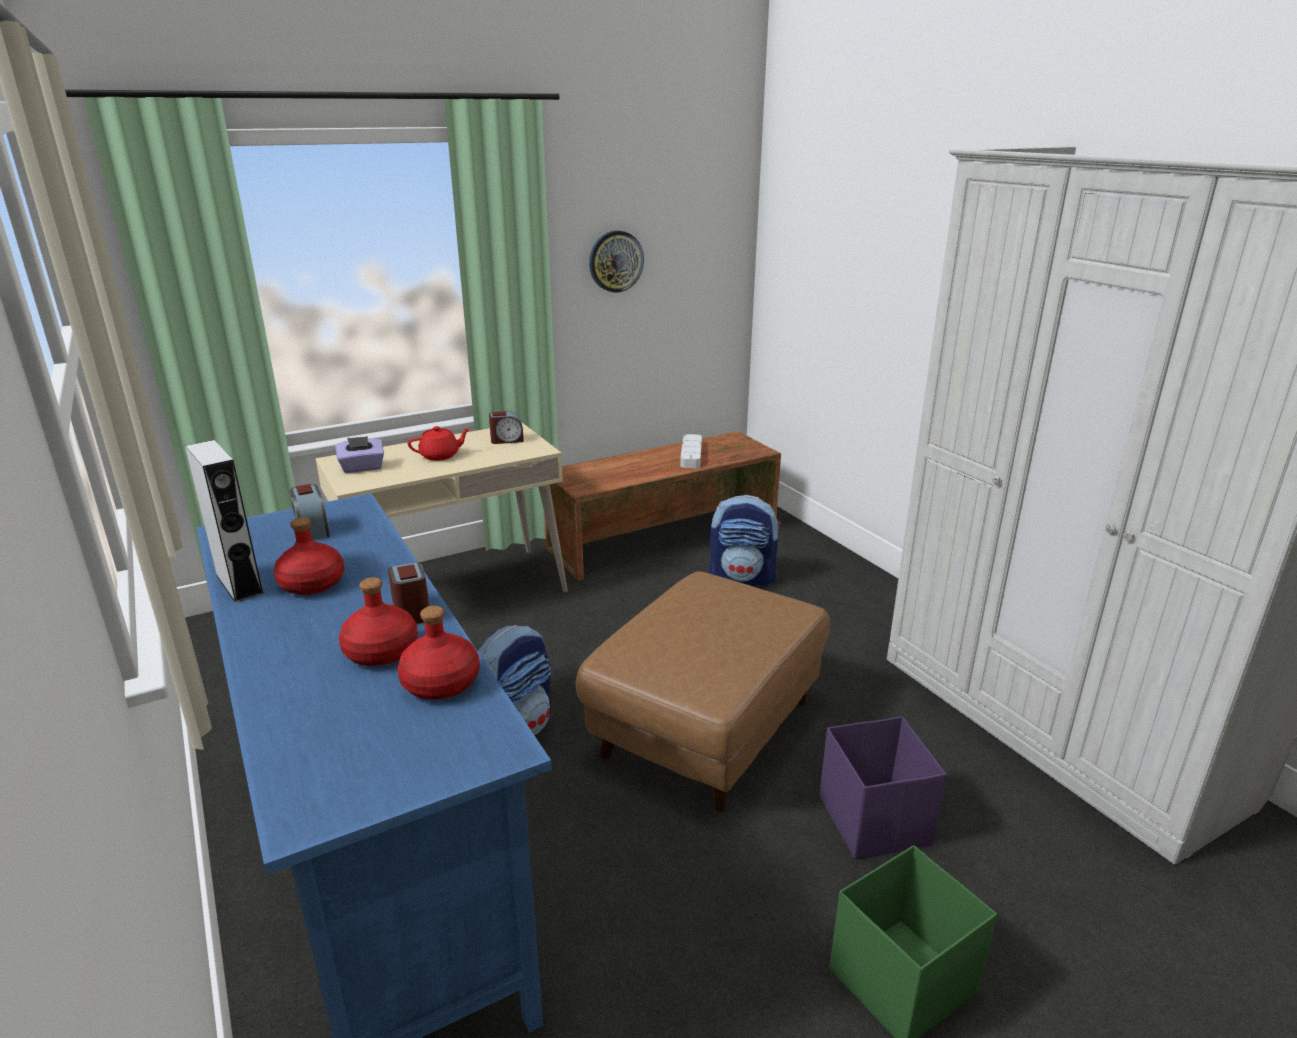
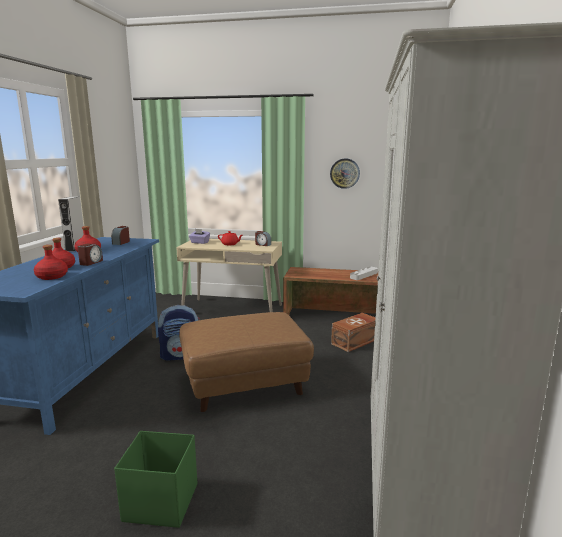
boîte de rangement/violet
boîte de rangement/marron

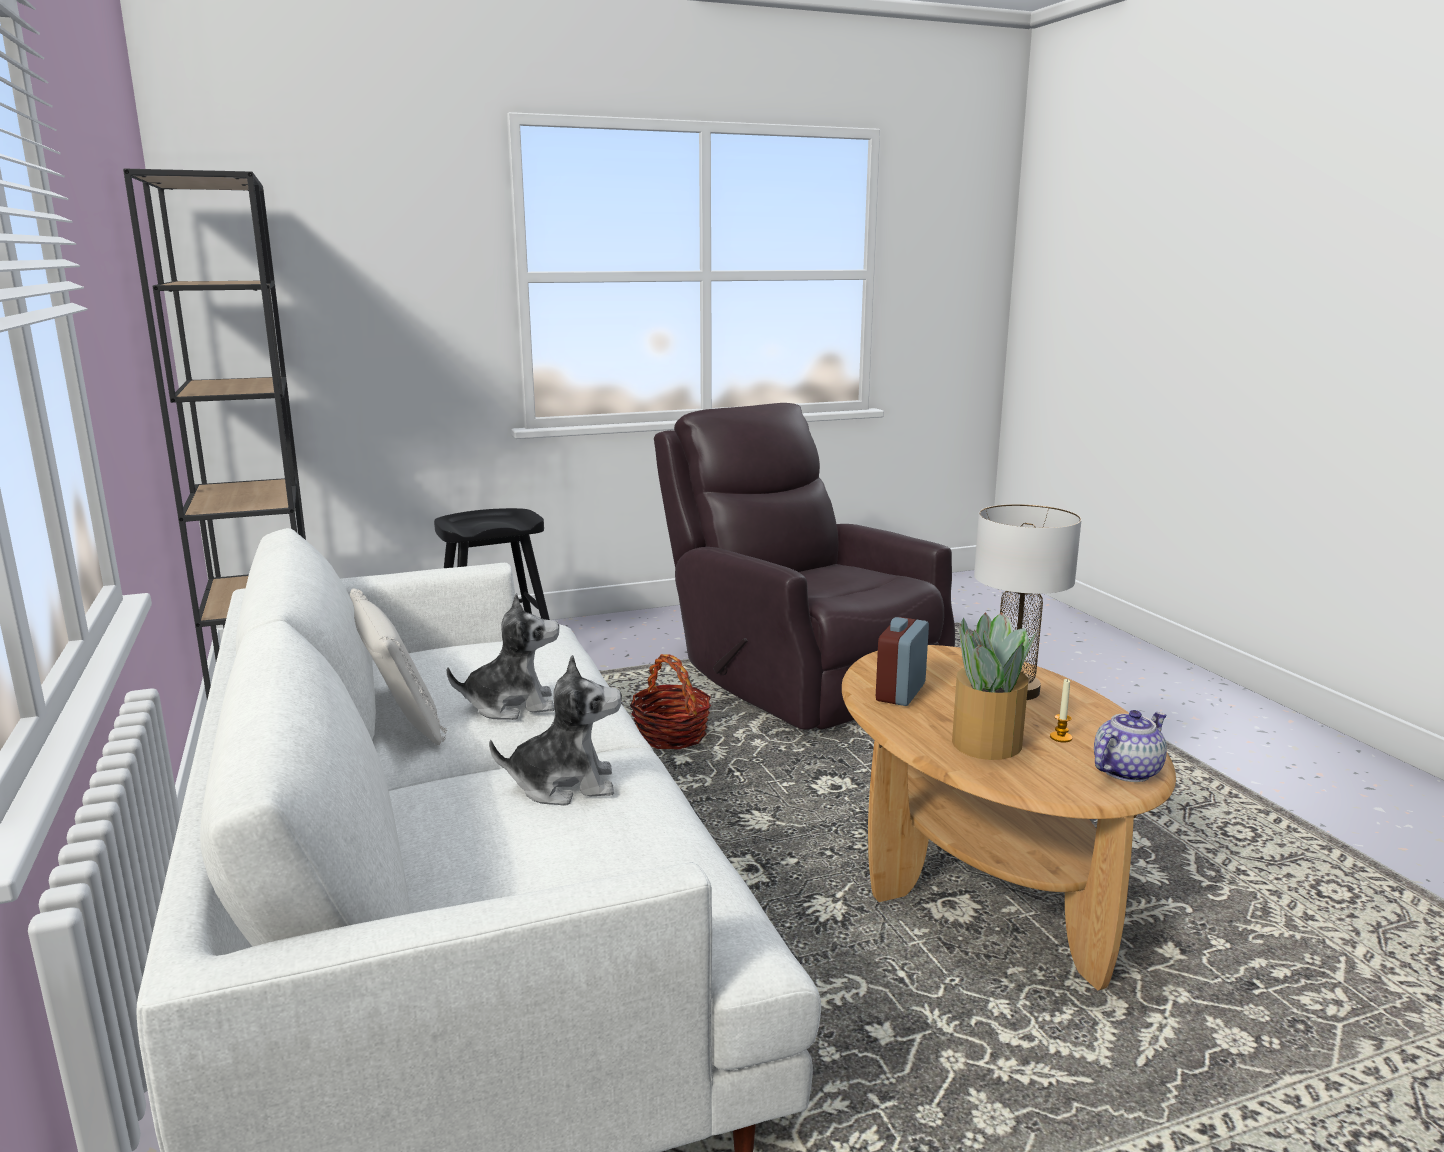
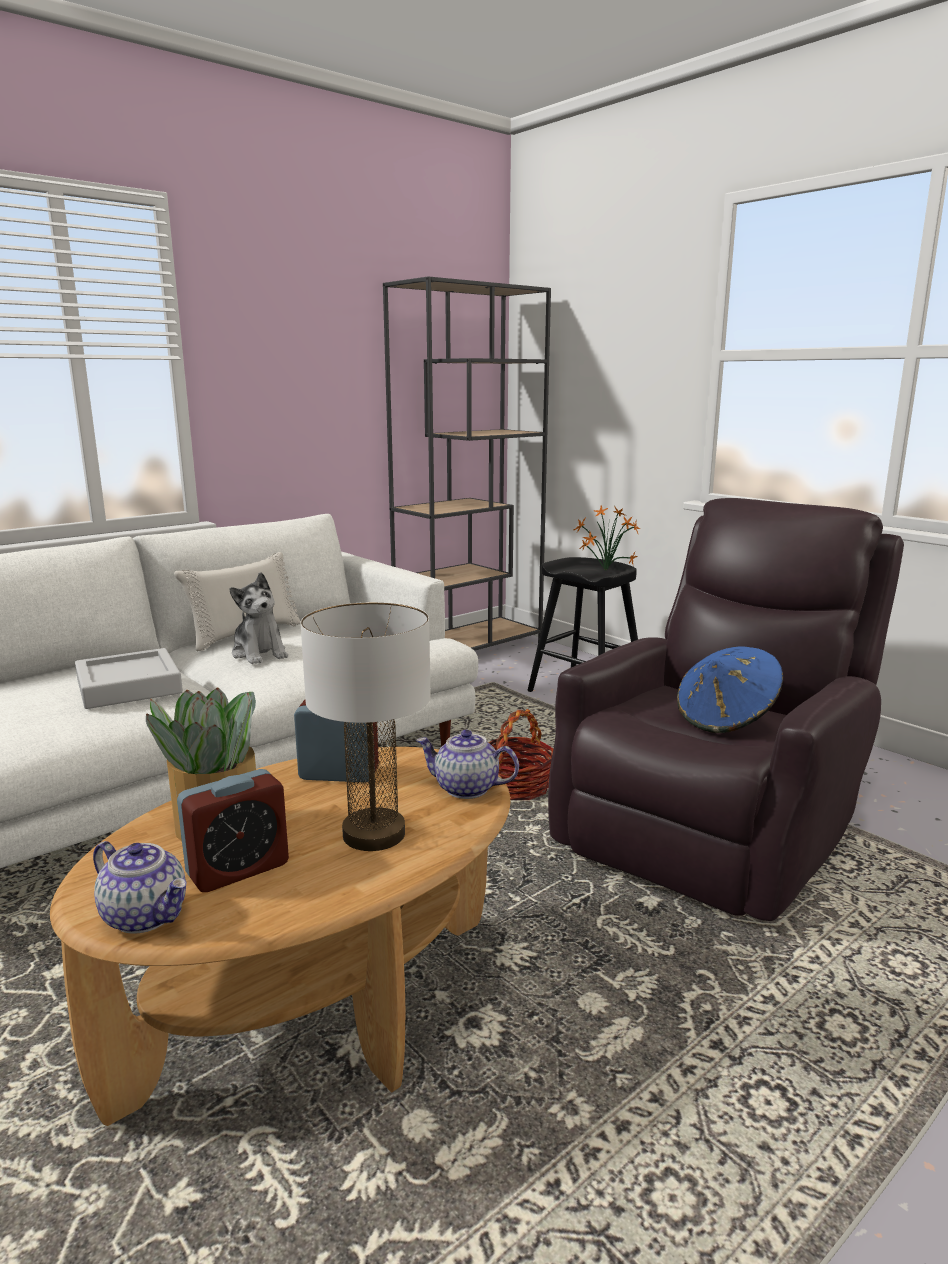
théière (2nd from left)
plante en pot (2nd from left)
chapeau/bleu
plateau/gris
réveil (1st from left)

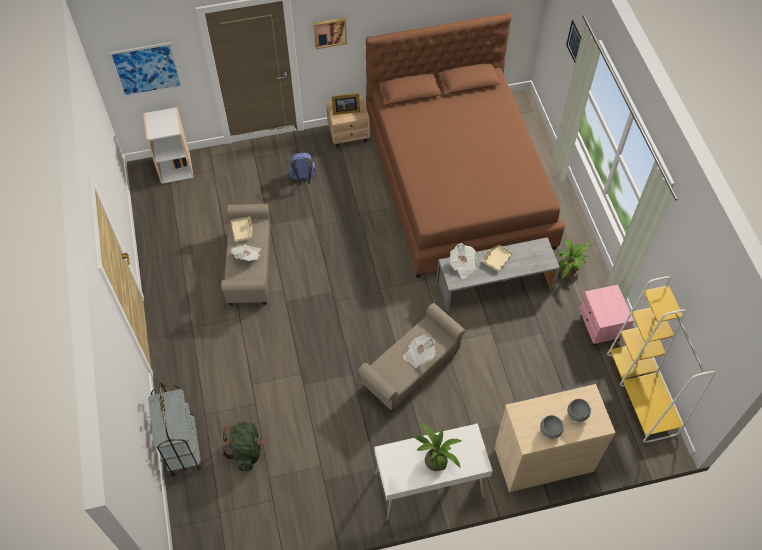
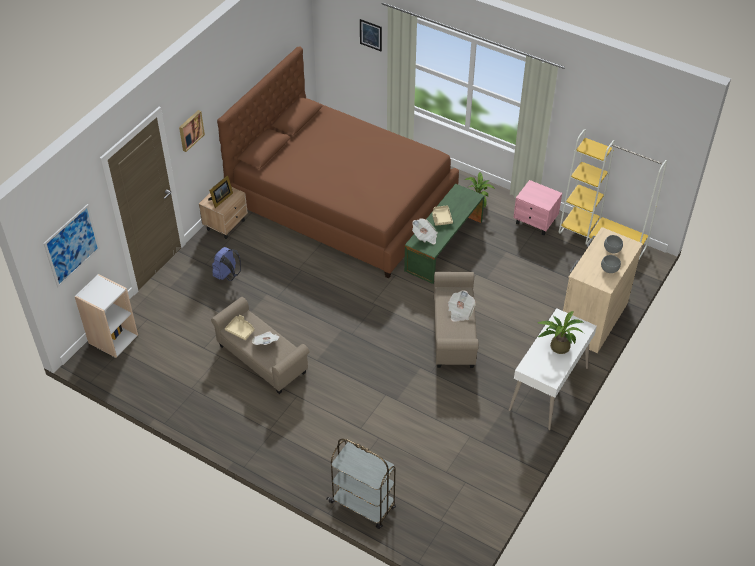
sac à dos/vert
banc/vert

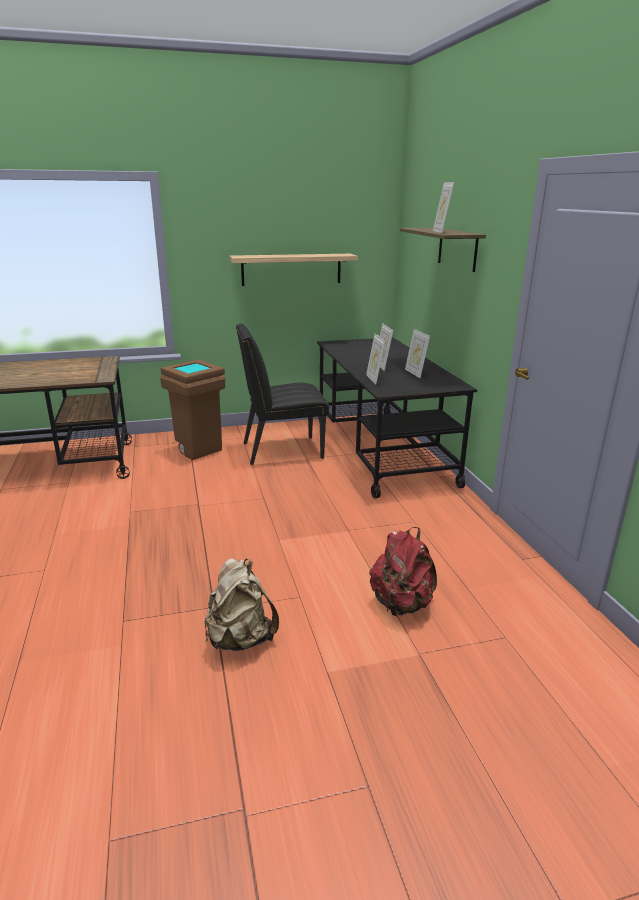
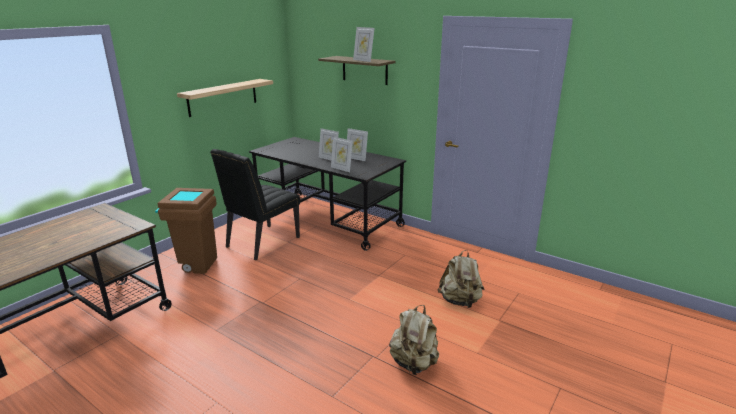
sac à dos/beige (2nd from left)

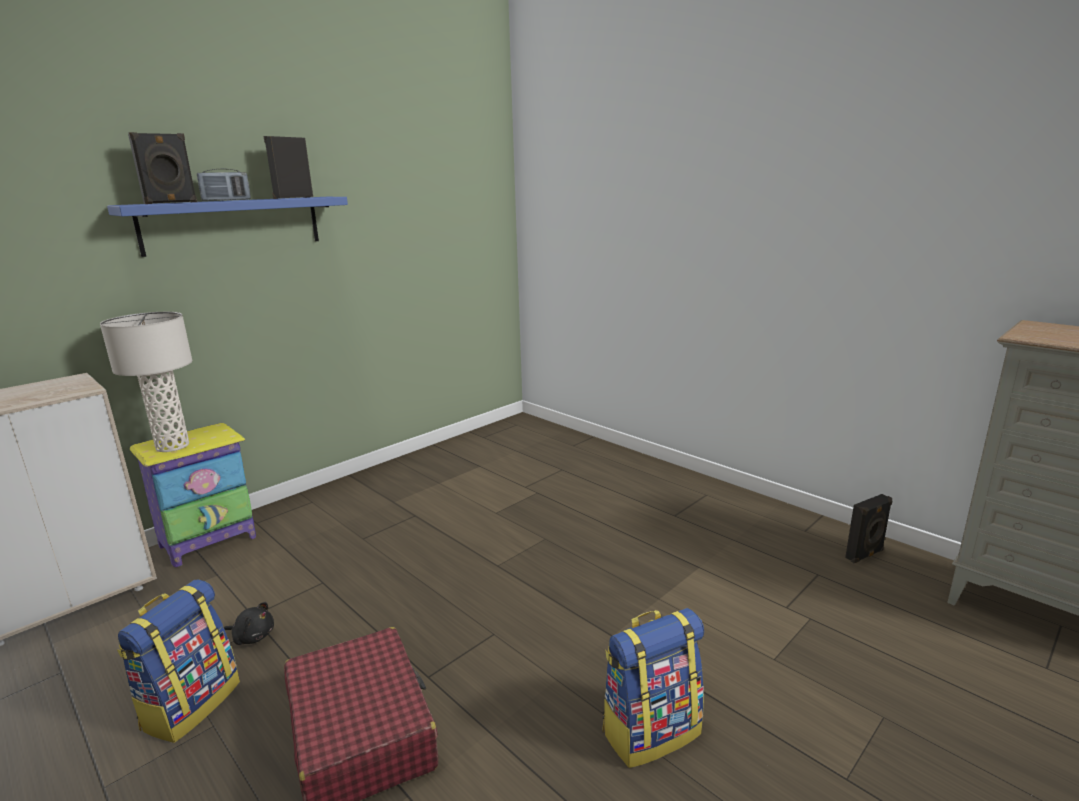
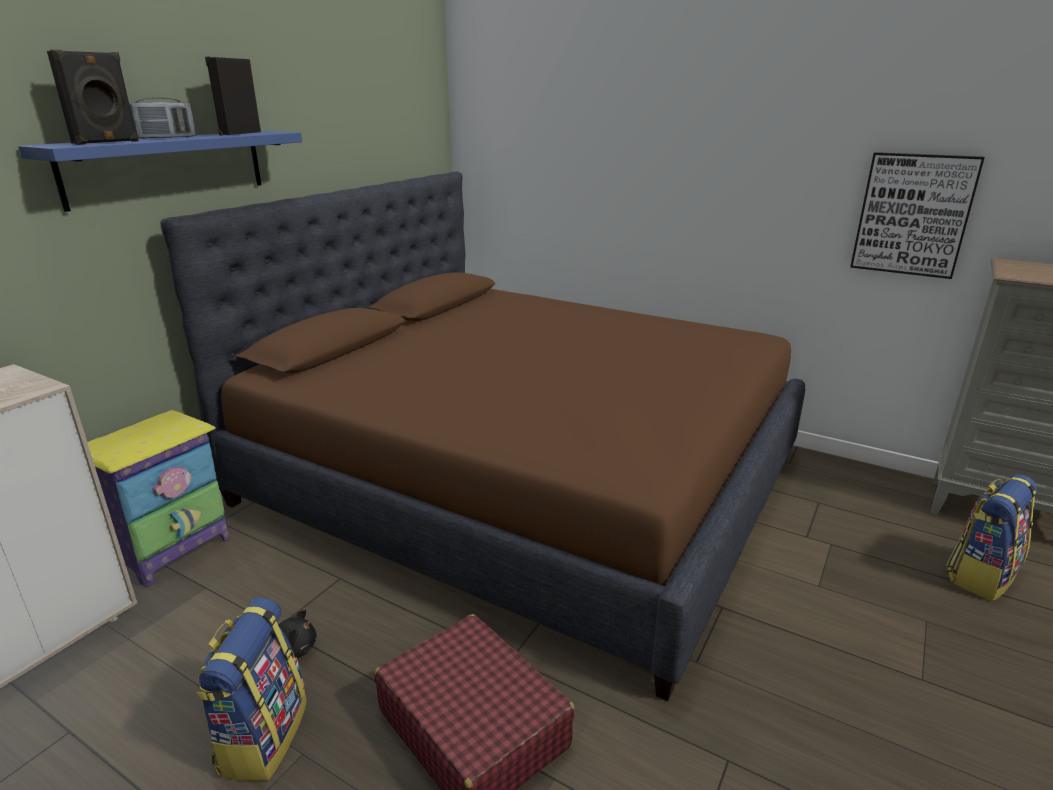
lampe de table/blanc
enceinte/noir (3rd from left in the first image)
lit/marron
tableau
sac à dos (2nd from left)

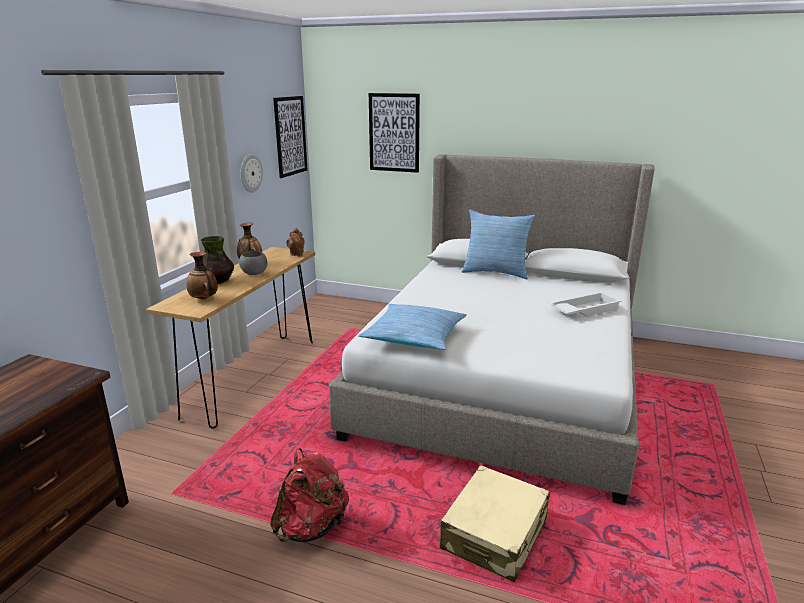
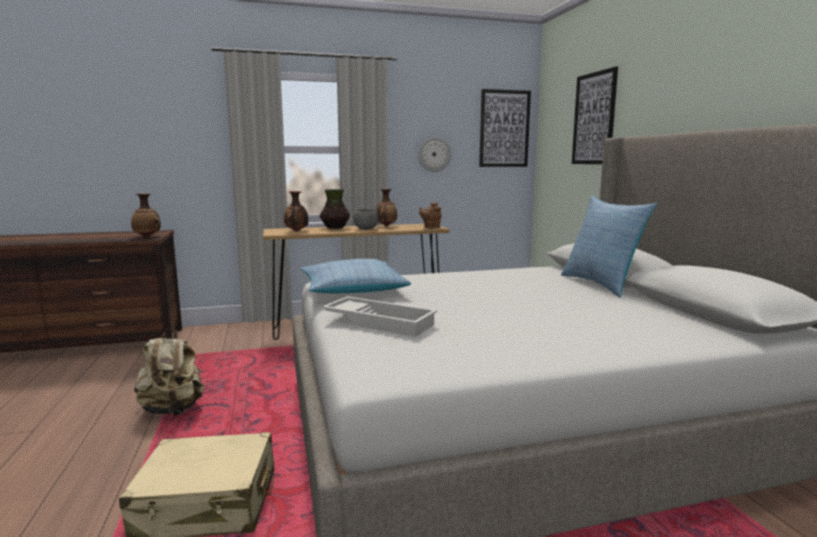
vase (1st from left)
plateau/blanc
sac à dos/beige

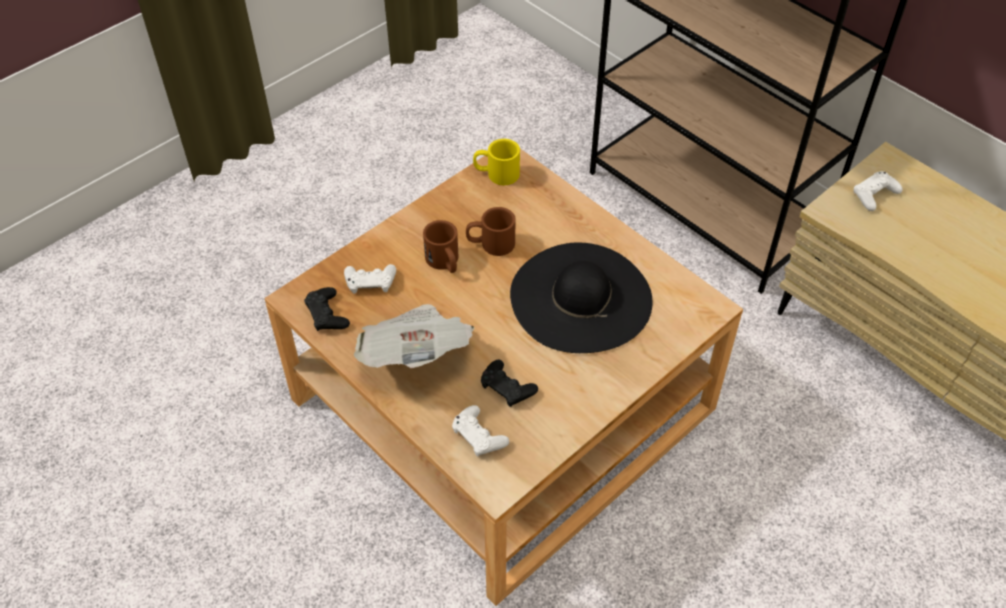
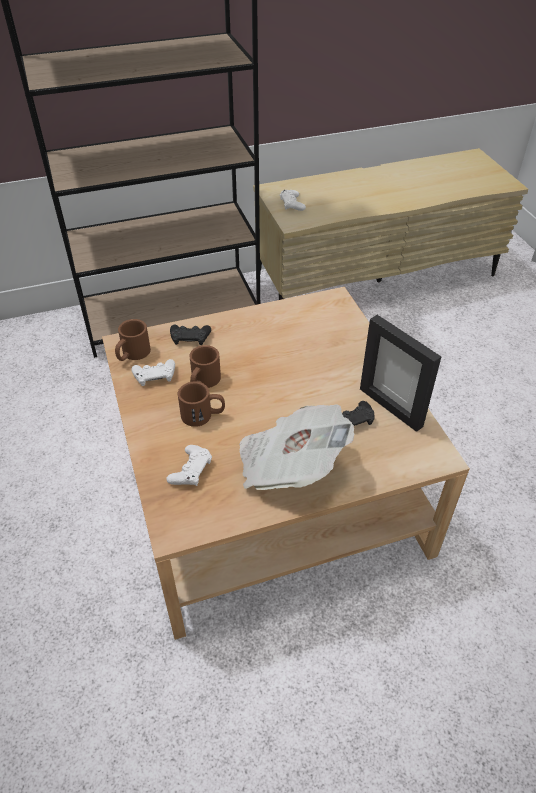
chapeau/noir
cadre photo
manette/noir (1st from left)
manette/blanc (1st from left)
mug/marron (1st from left)

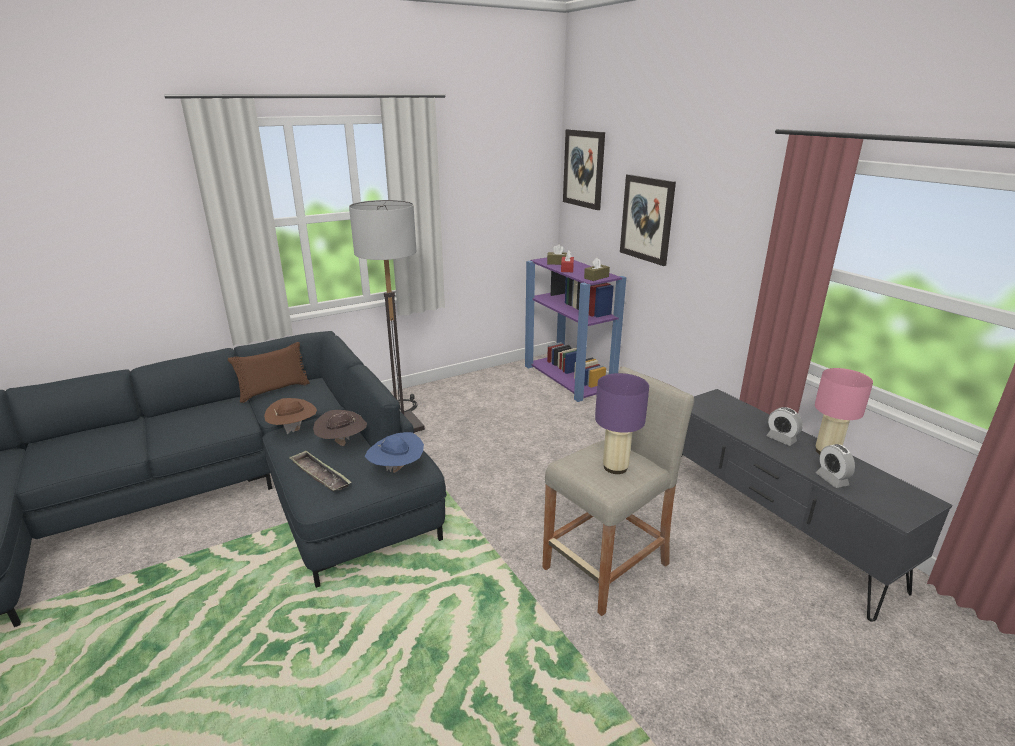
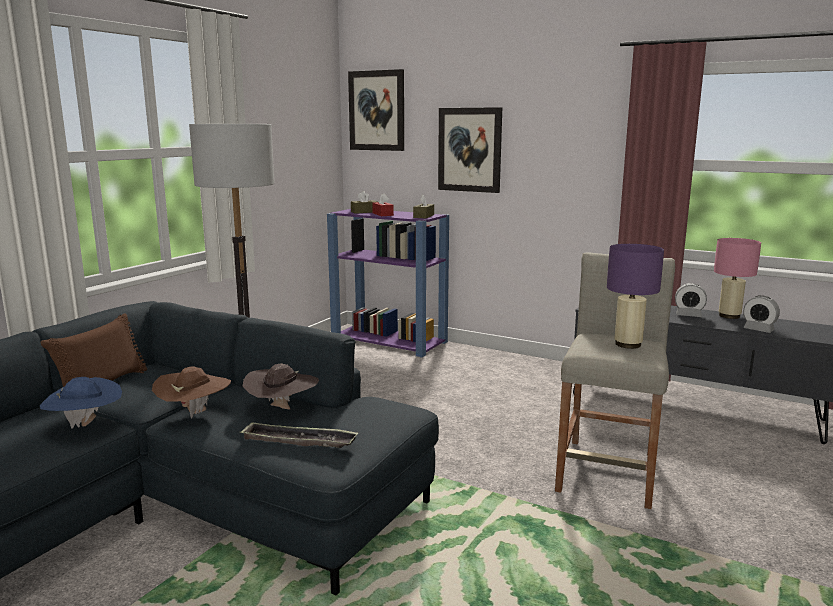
chapeau/bleu

